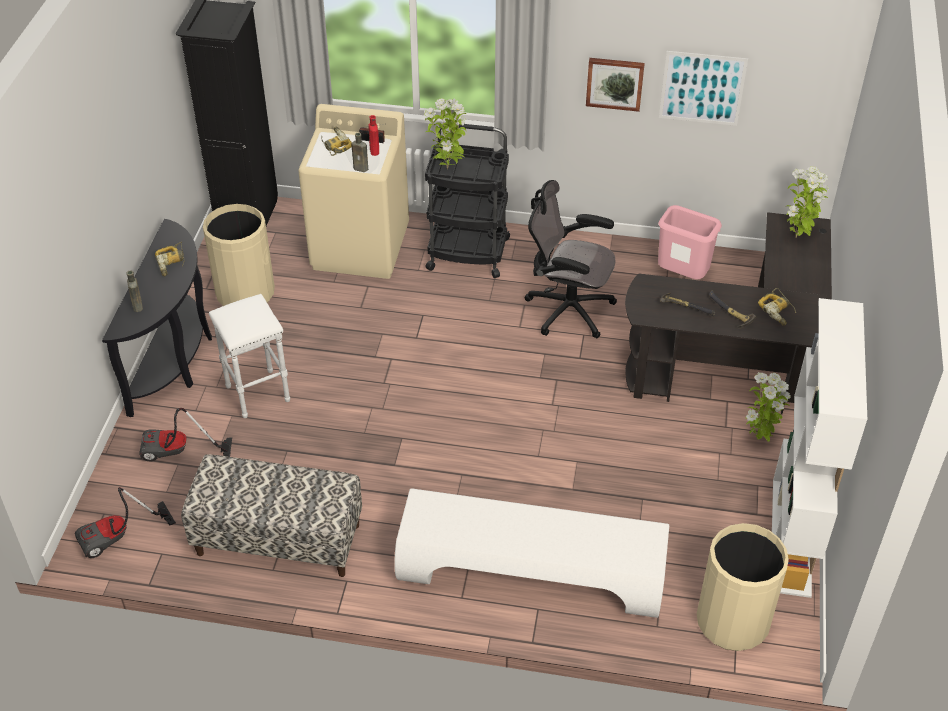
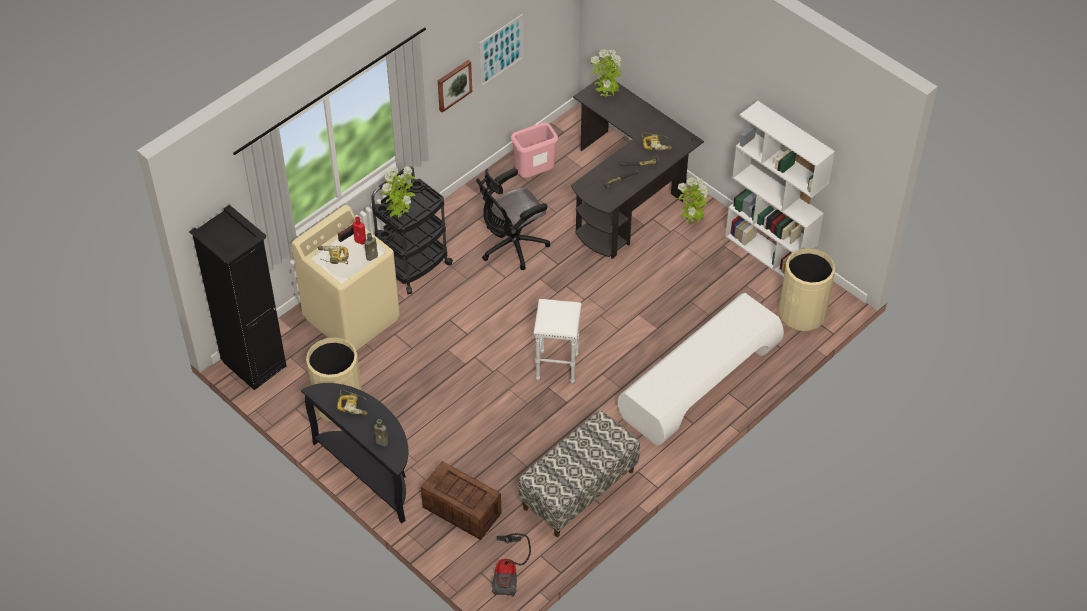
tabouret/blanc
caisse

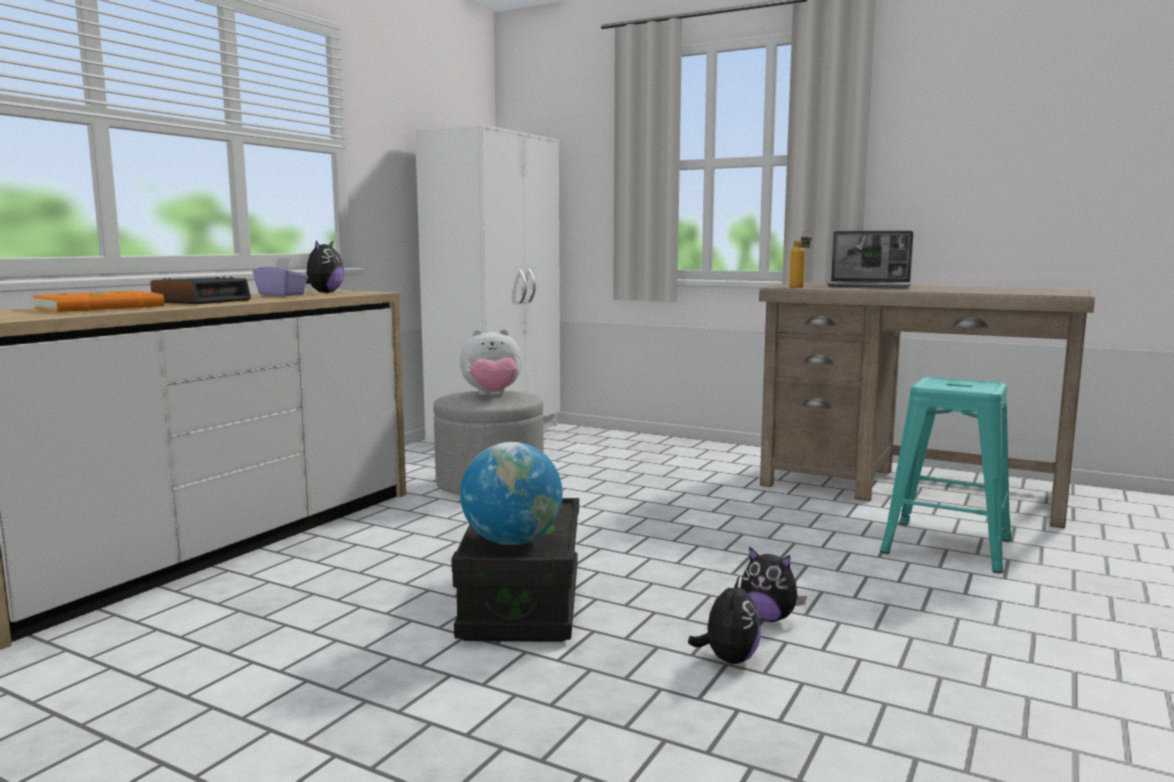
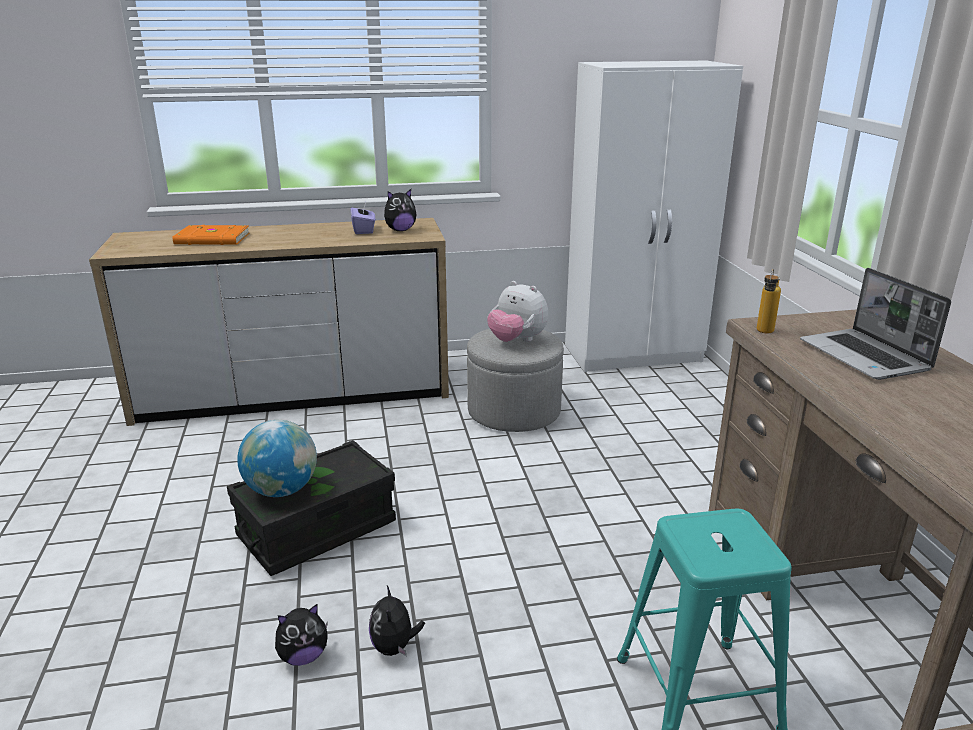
réveil

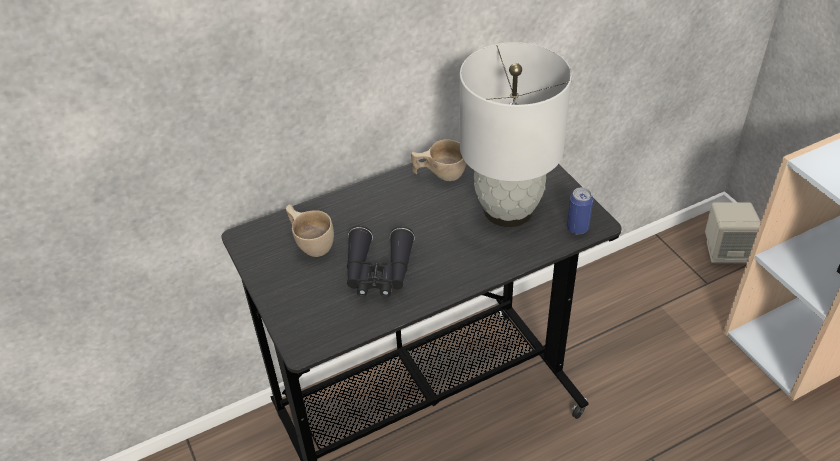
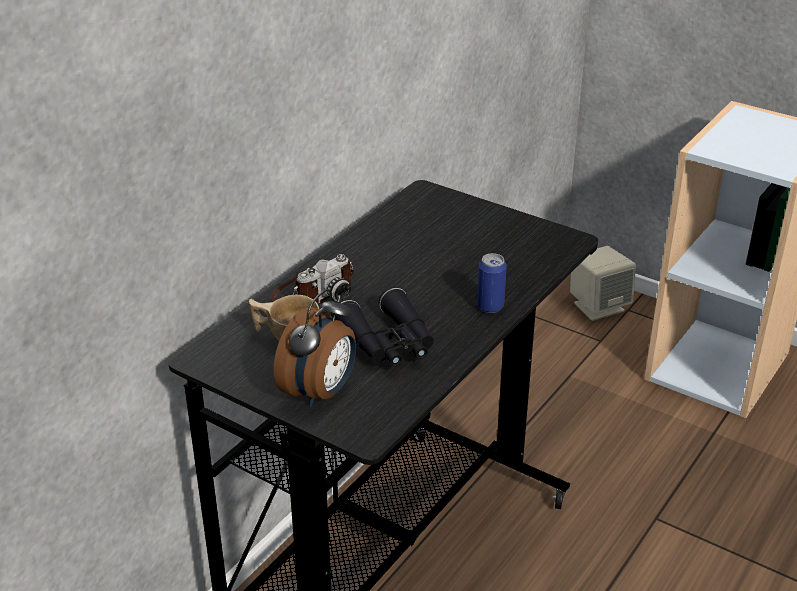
tasse/beige (2nd from left in the first image)
lampe de table/blanc
appareil photo
réveil
boîte métallique

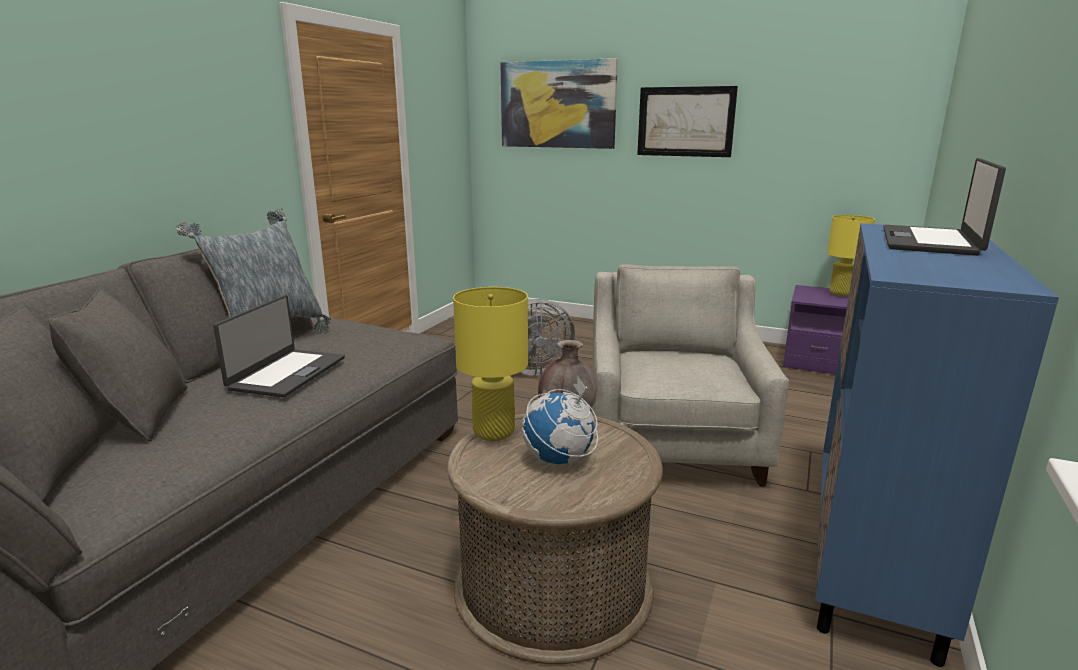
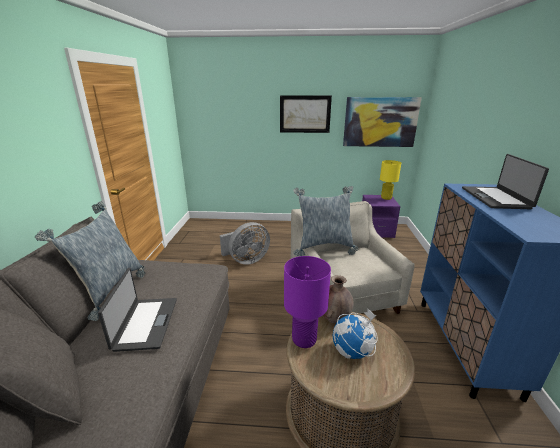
coussin (2nd from left)
tableau (2nd from left)
lampe de table/violet

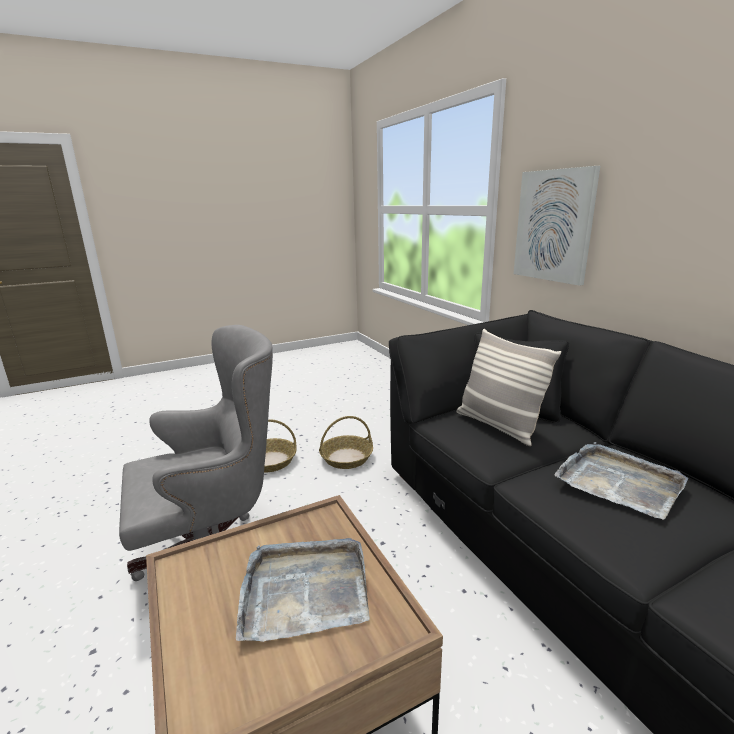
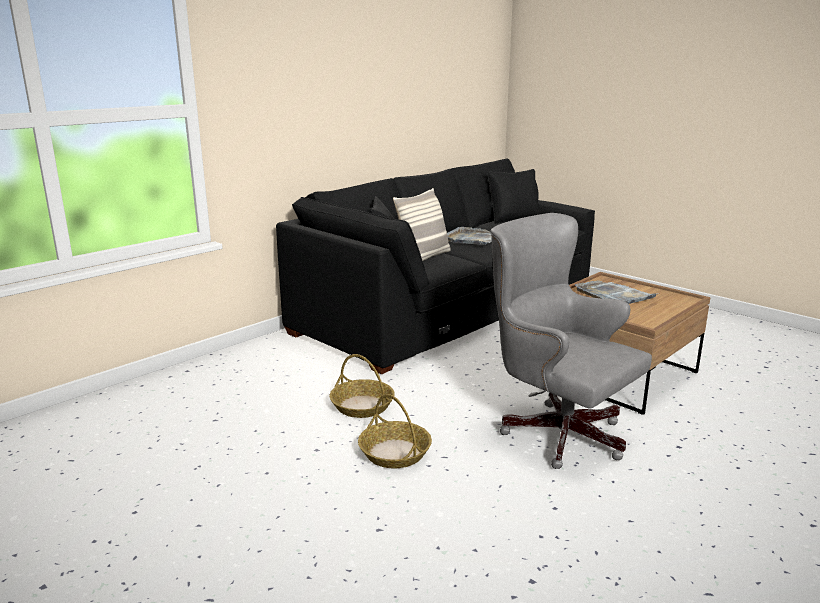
tableau

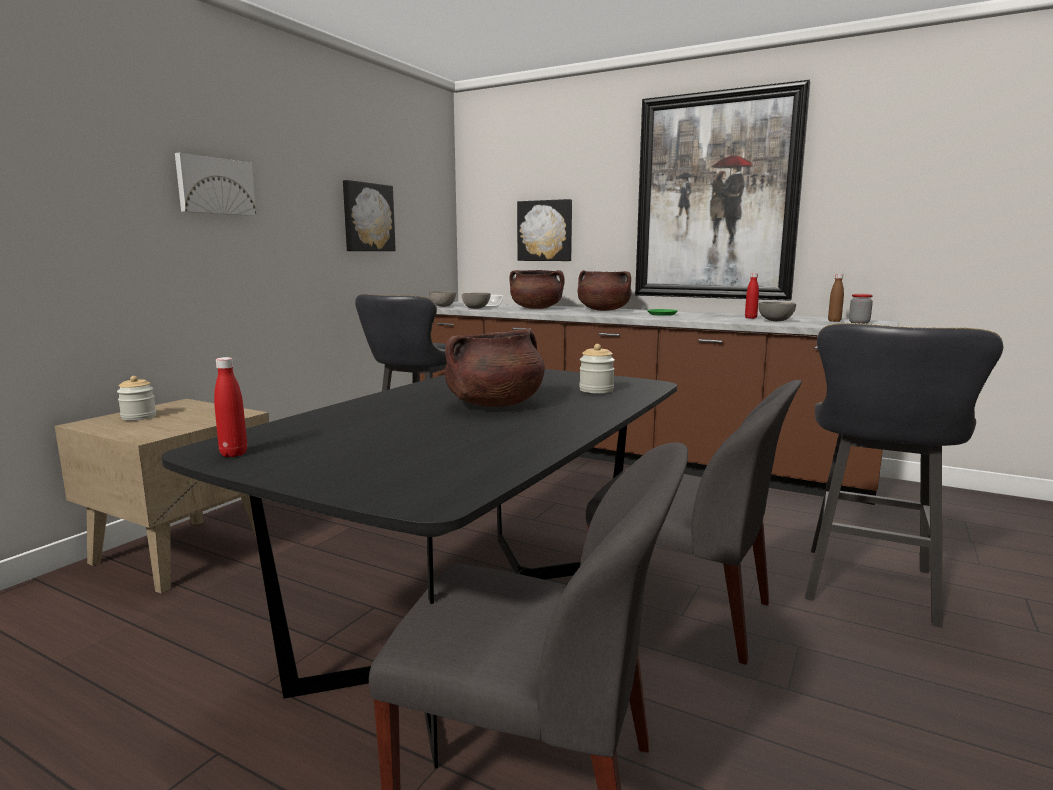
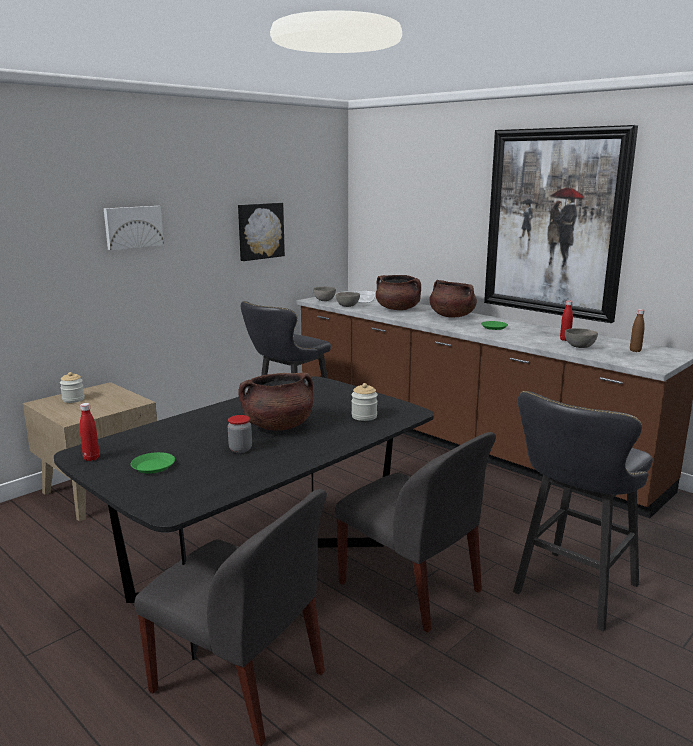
tableau (3rd from left in the first image)
assiette/vert (1st from left)
bocal (2nd from left)

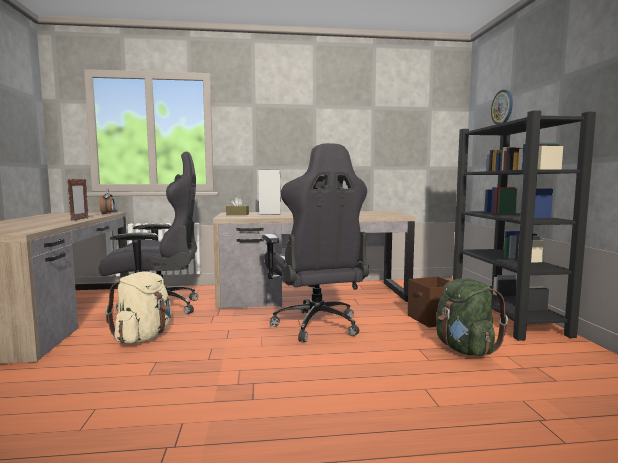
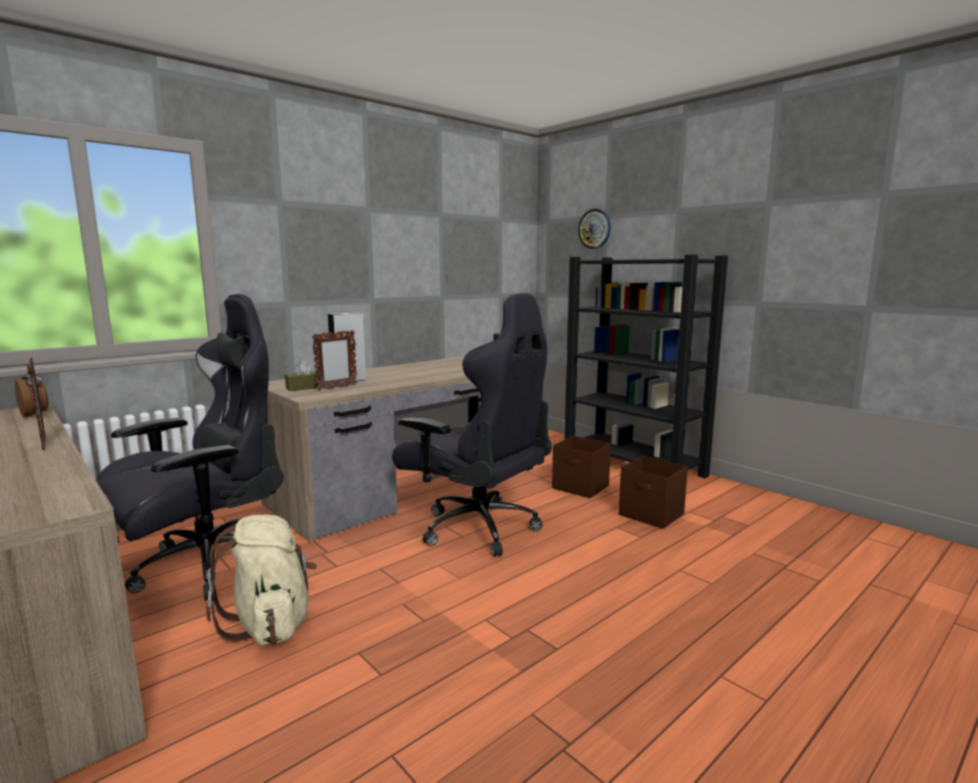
cadre photo (2nd from left)
boîte de rangement/marron (2nd from left)

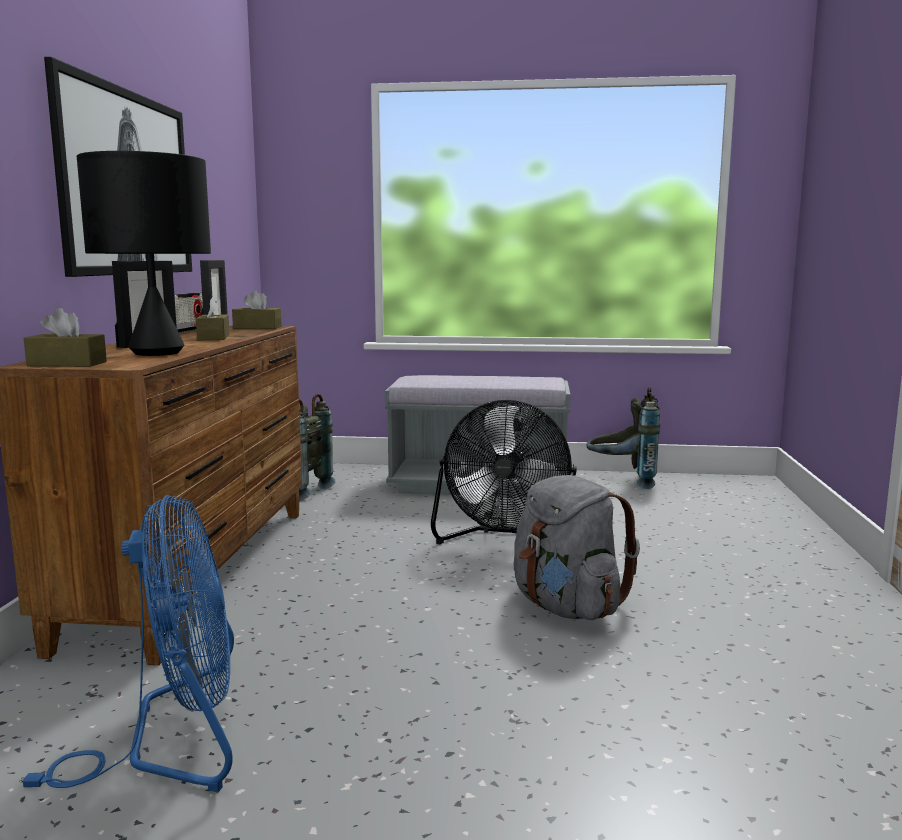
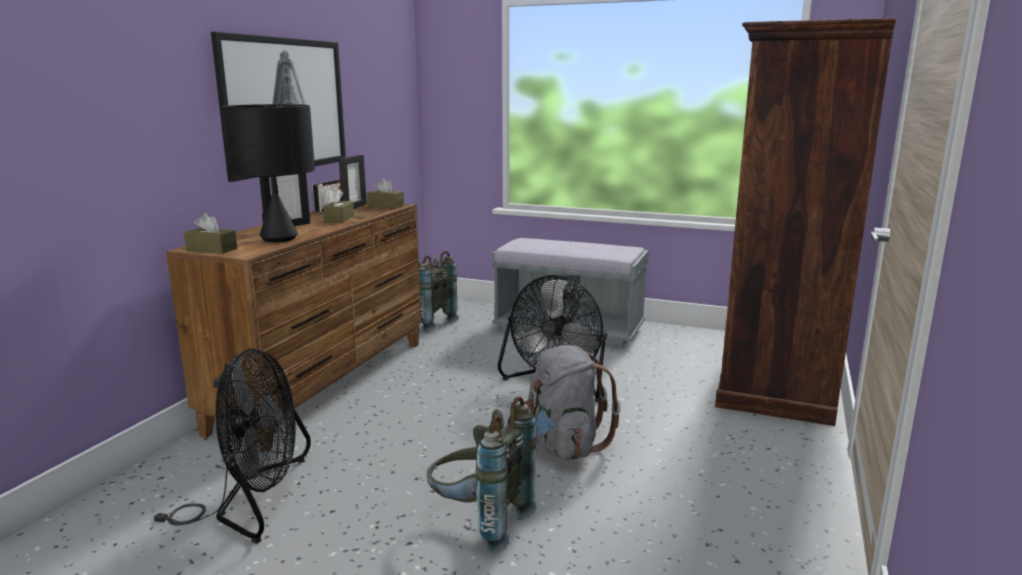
armoire/marron
sac à dos/gris (2nd from left)
ventilateur/noir (1st from left)

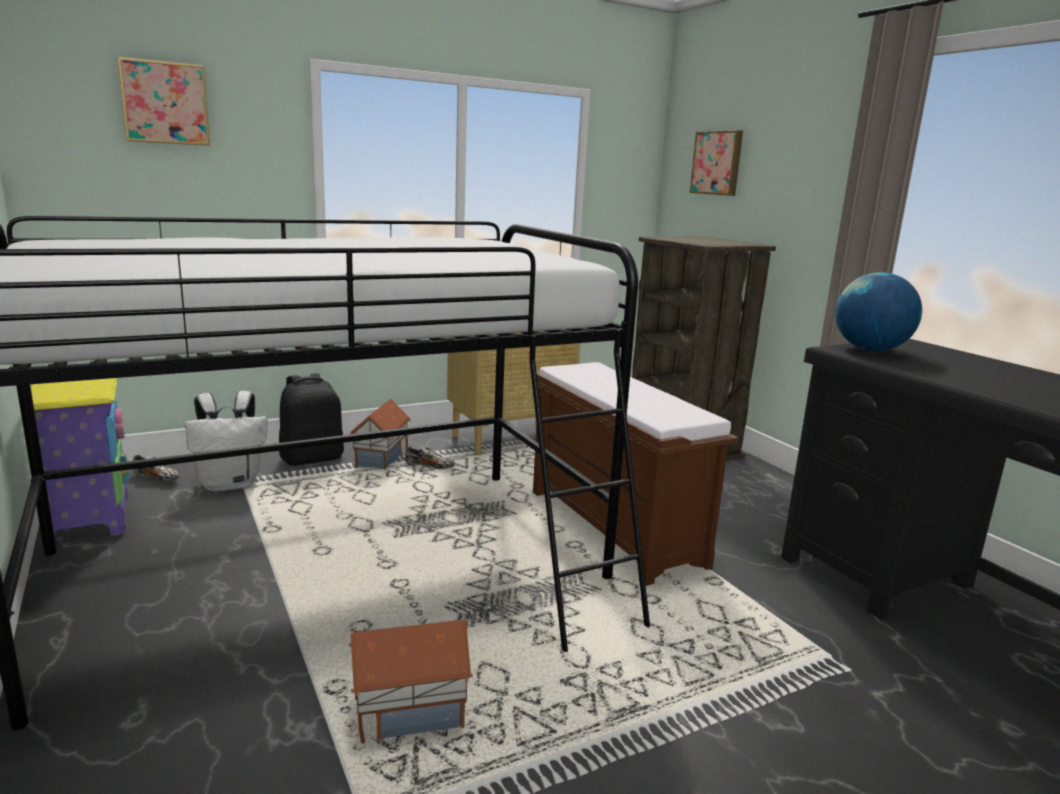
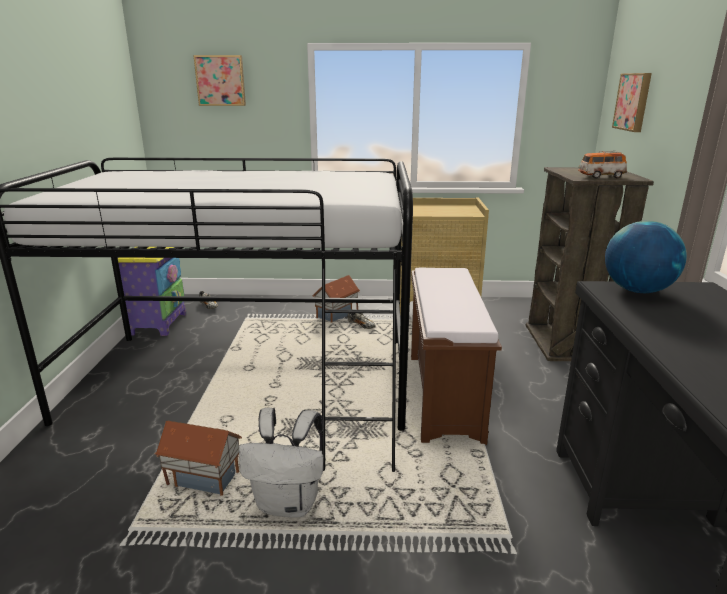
sac à dos/noir
petite voiture
sac à dos/blanc

